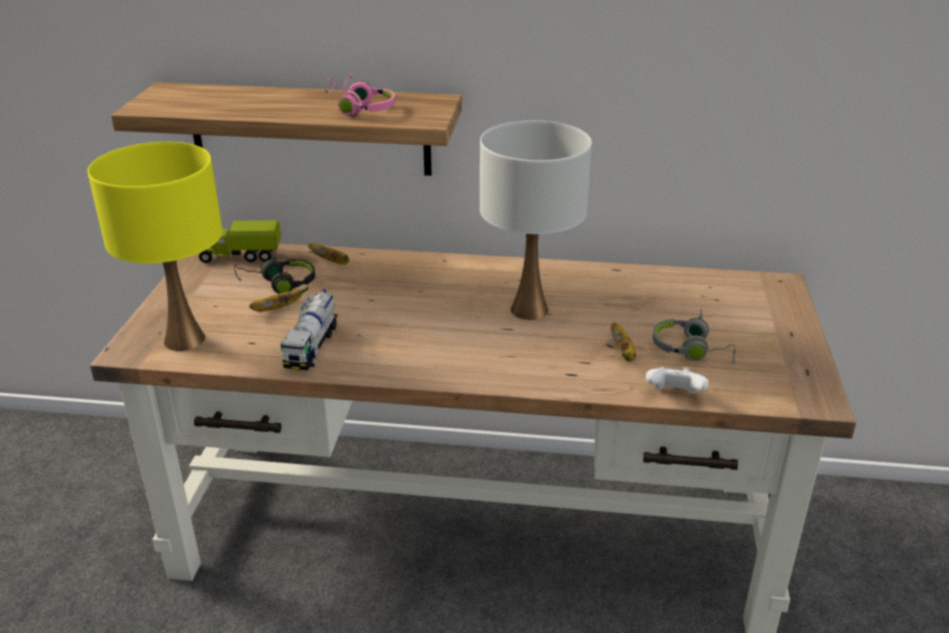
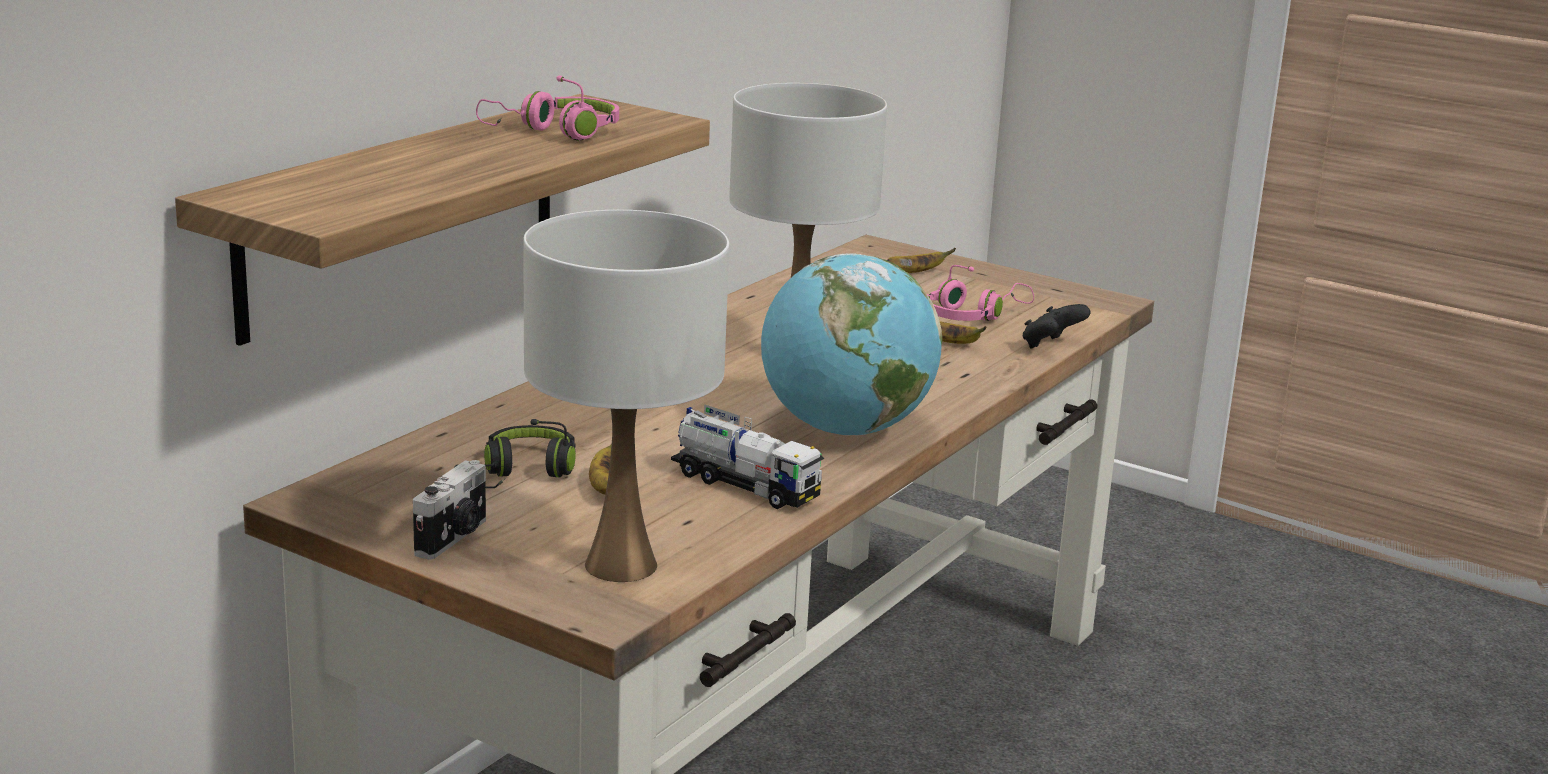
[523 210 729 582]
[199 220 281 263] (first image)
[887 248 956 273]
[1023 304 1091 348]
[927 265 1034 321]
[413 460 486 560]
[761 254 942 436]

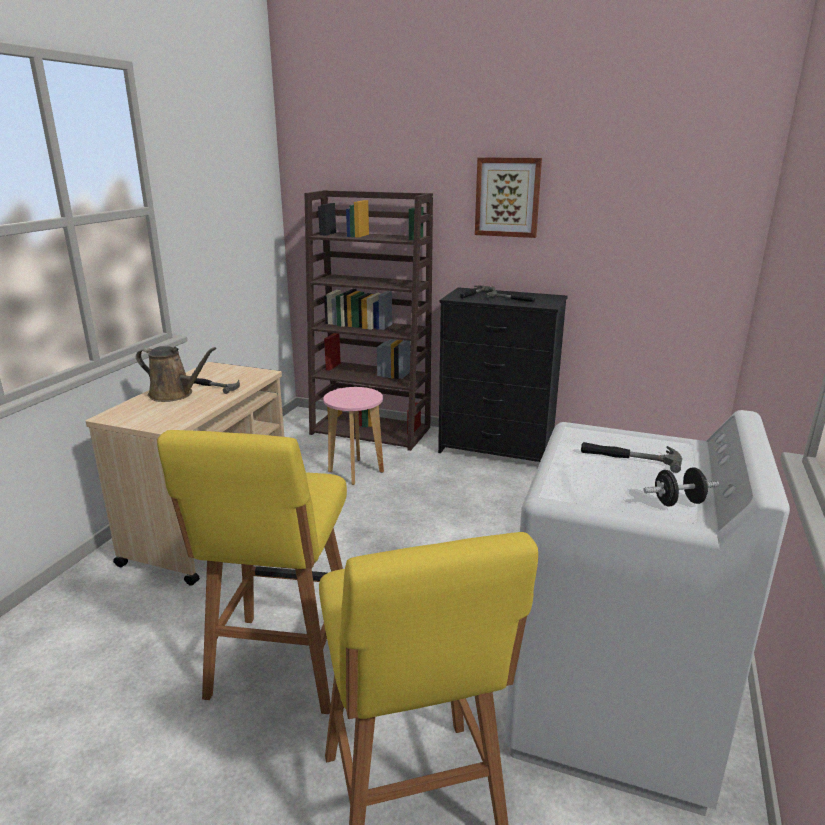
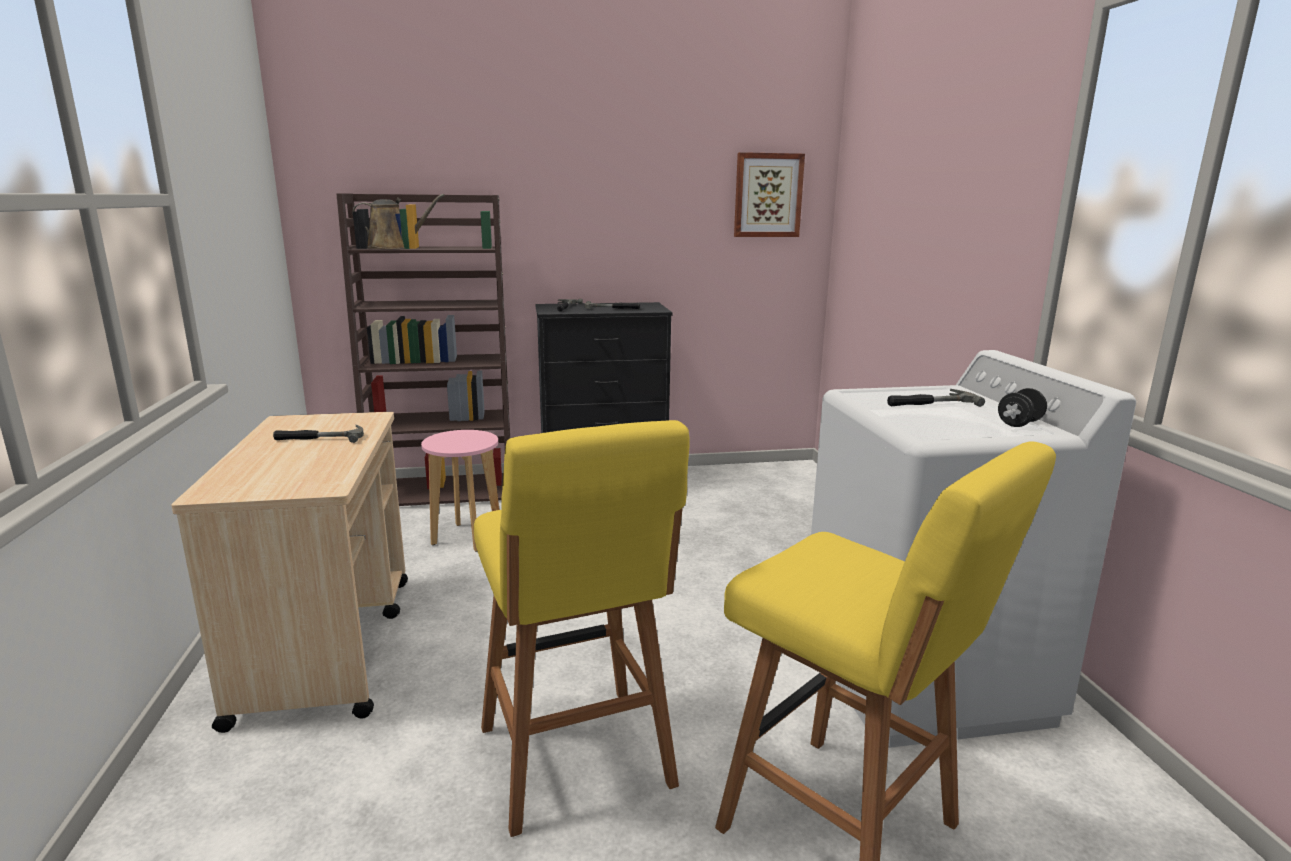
[352 194 445 249]
[734 152 805 237]

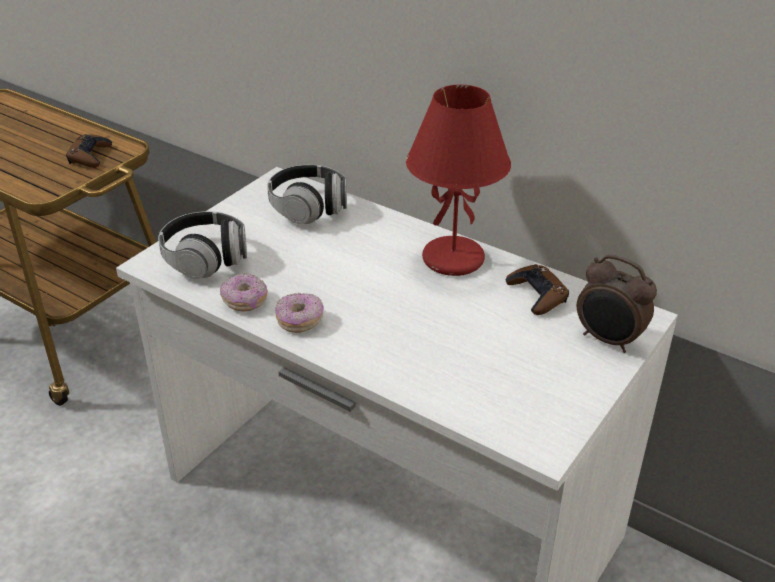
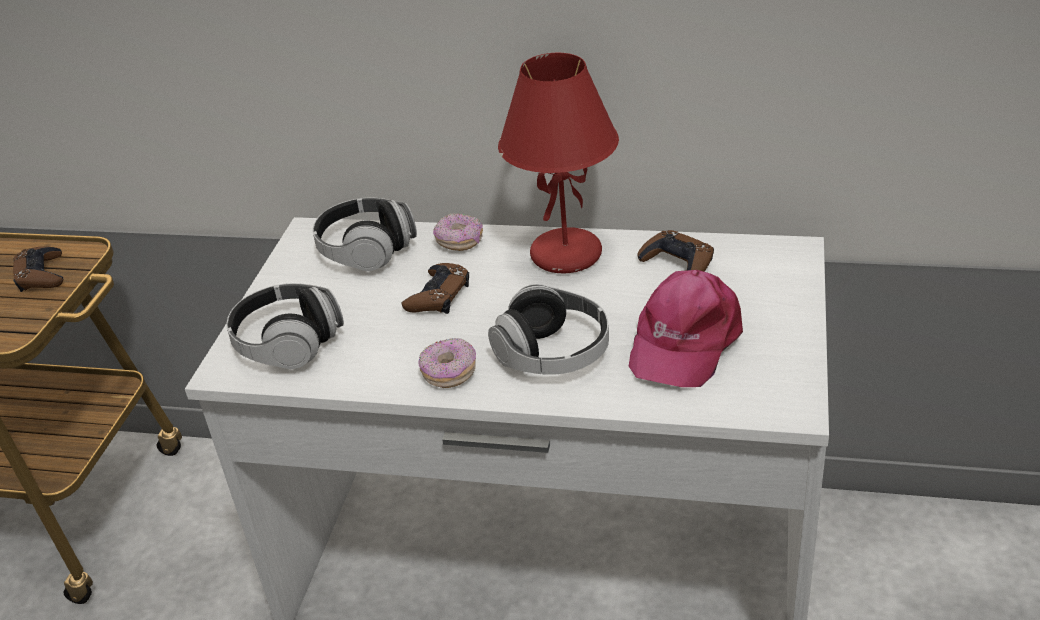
[433 213 483 251]
[577 254 657 353] (first image)
[401 263 469 314]
[488 284 609 375]
[629 270 743 387]

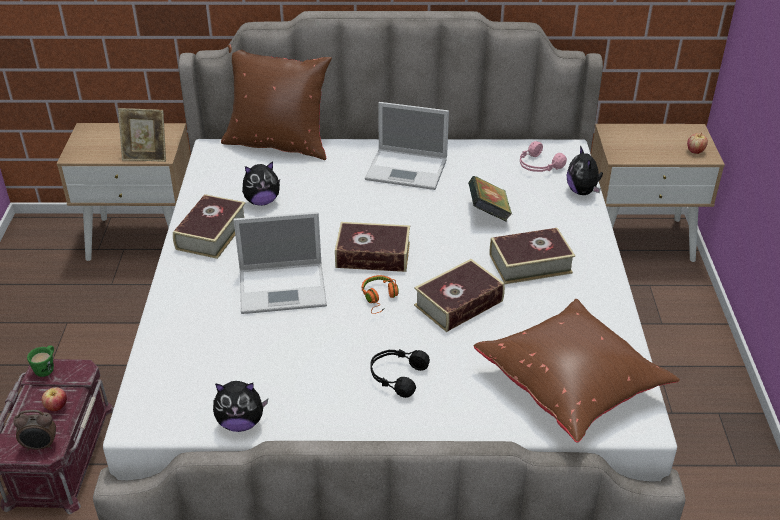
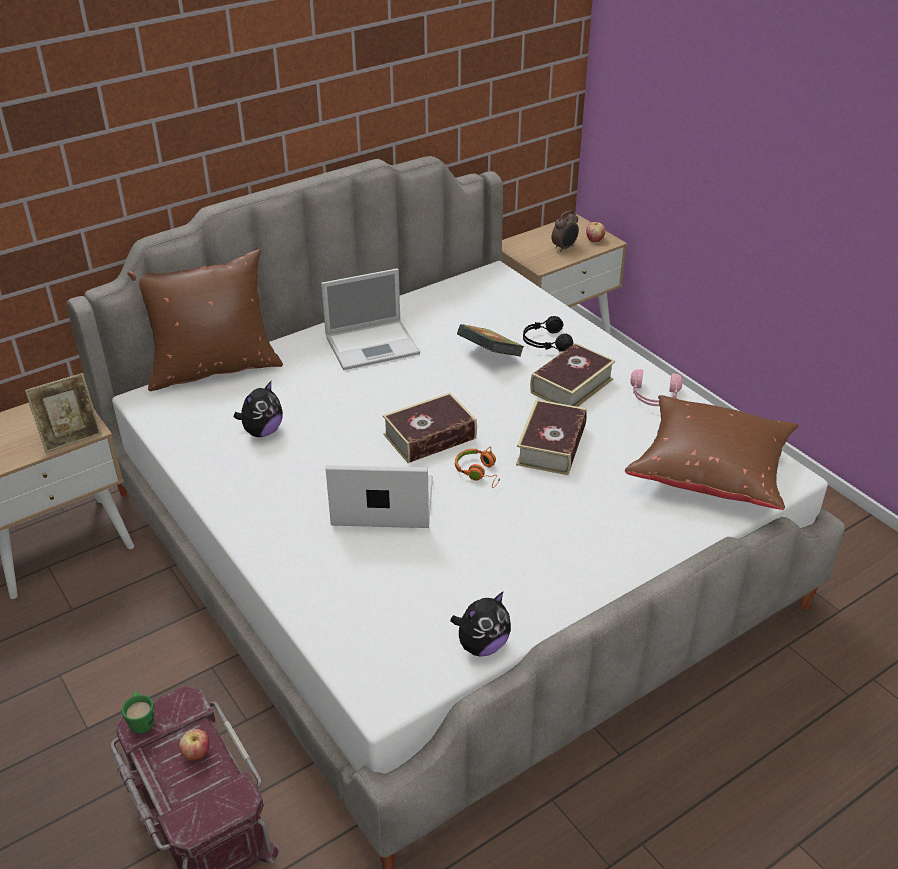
[552 210 579 252]
[173 194 245 259] (first image)
[326 465 433 528]
[523 316 573 352]
[630 369 683 406]
[567 146 603 195] (first image)

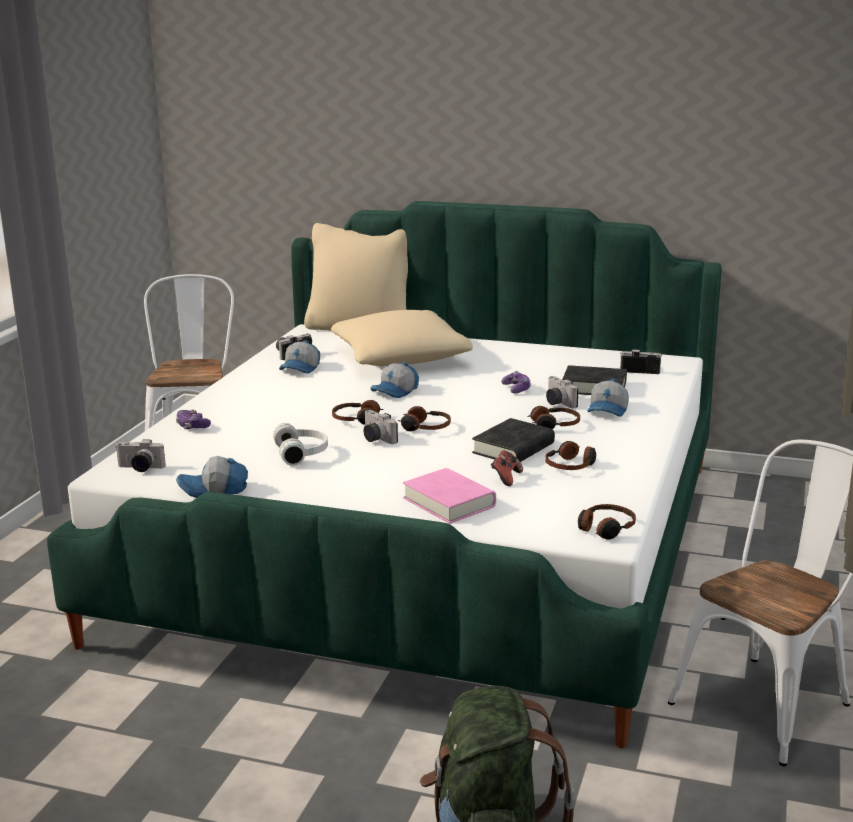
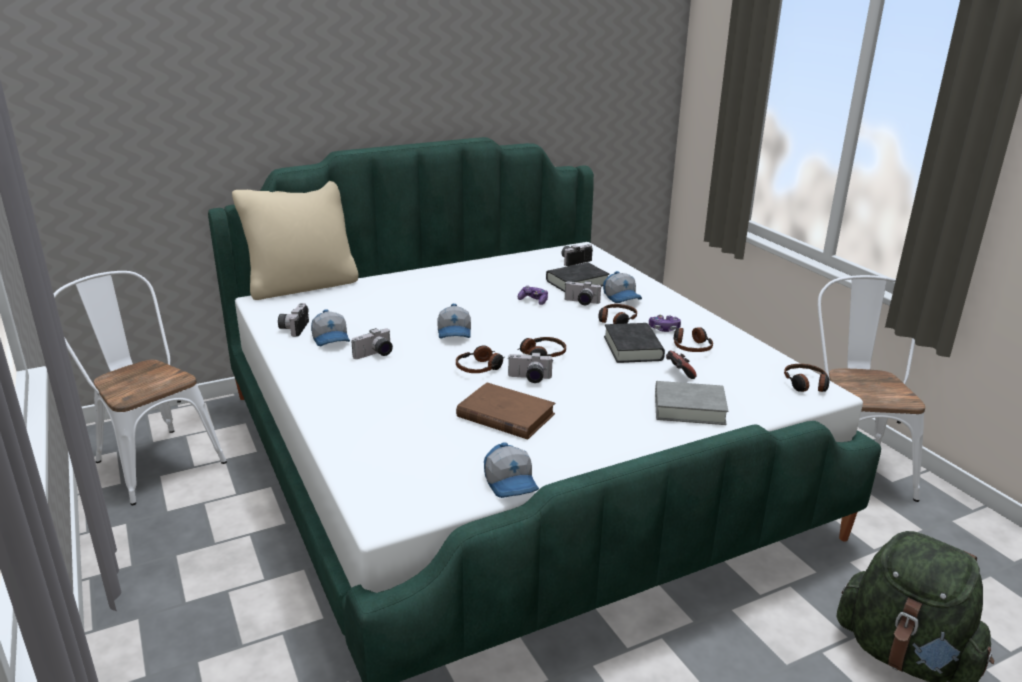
[351 328 393 359]
[649 315 681 332]
[484 442 539 498]
[456 383 555 440]
[331 310 473 366] (first image)
[655 381 728 425]

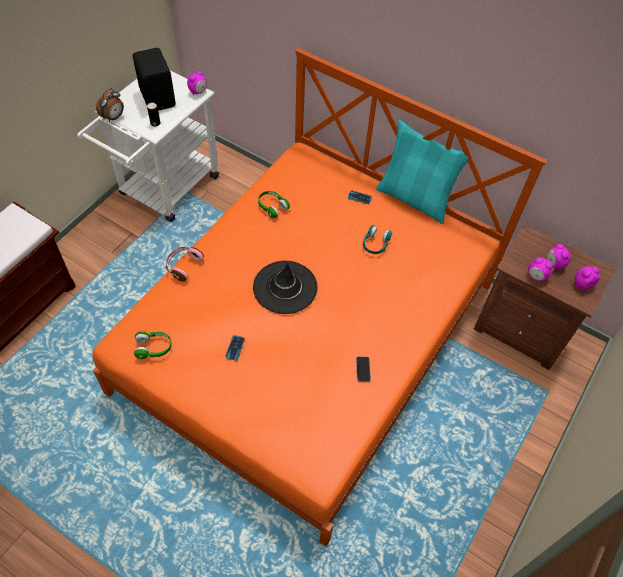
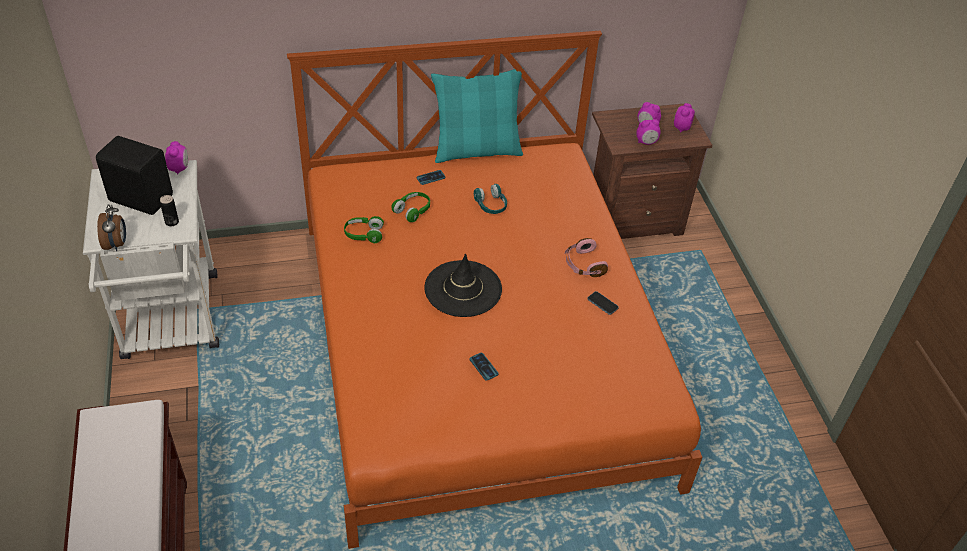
[391 192 430 222]
[565 238 608 277]

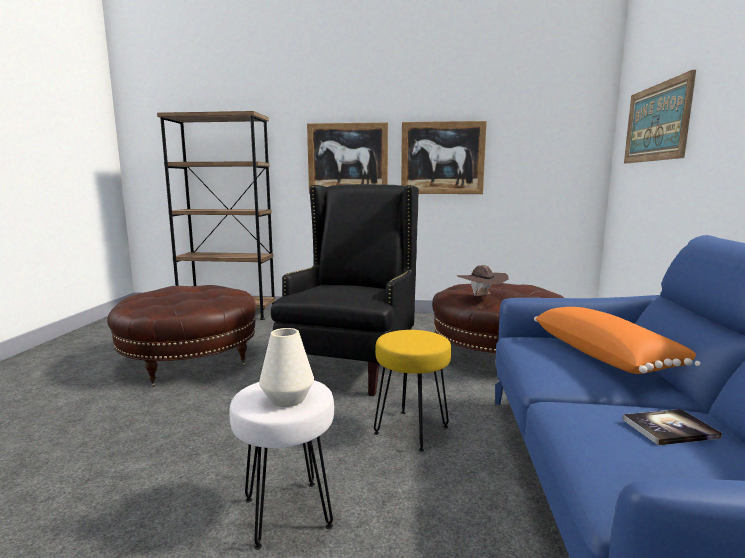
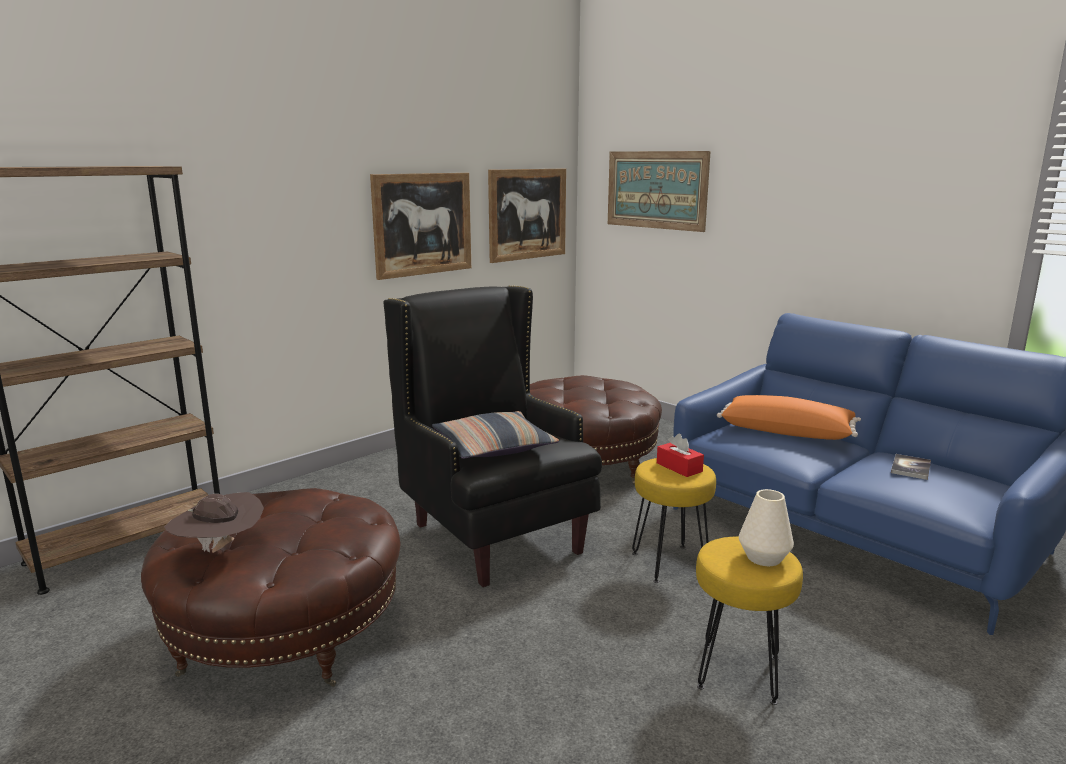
[696 537 803 705]
[488 169 566 263]
[164 492 264 553]
[432 411 559 459]
[657 434 704 477]

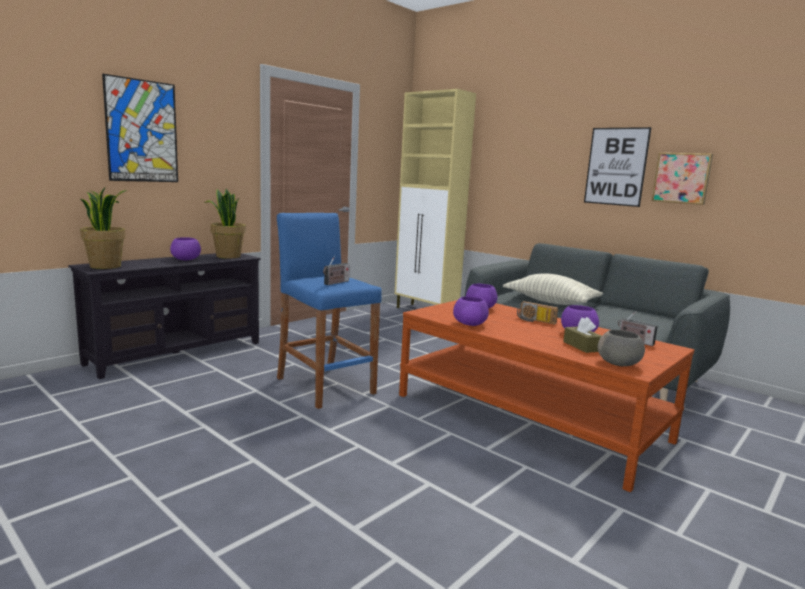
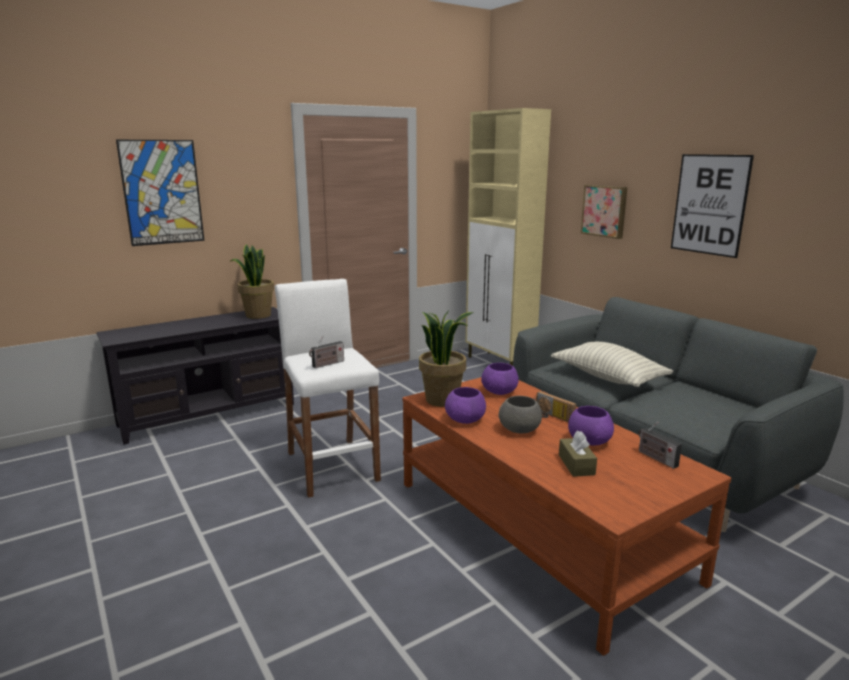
[419 311 474 407]
[170 237 201 260] (first image)
[275 279 381 498]
[499 396 542 433]
[581 185 627 239]

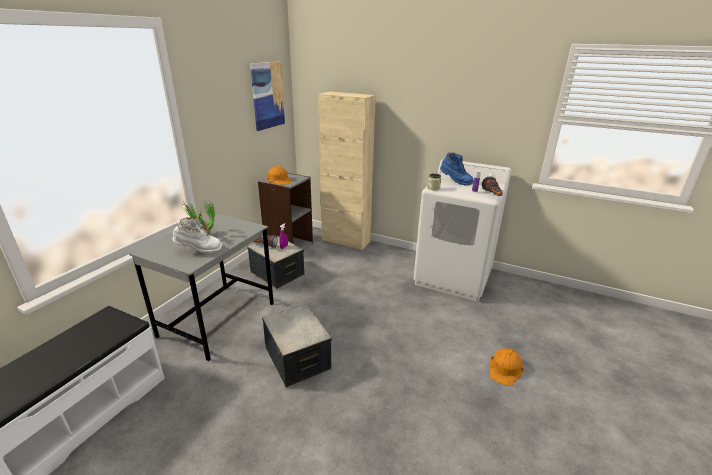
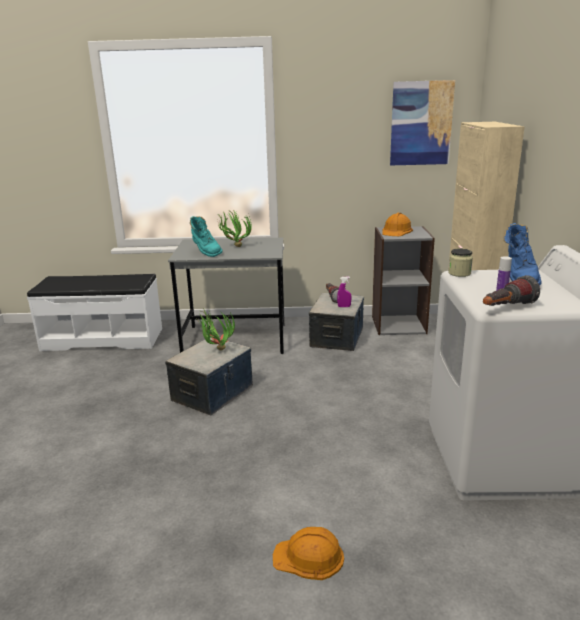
[190 216 223 257]
[195 308 235 351]

